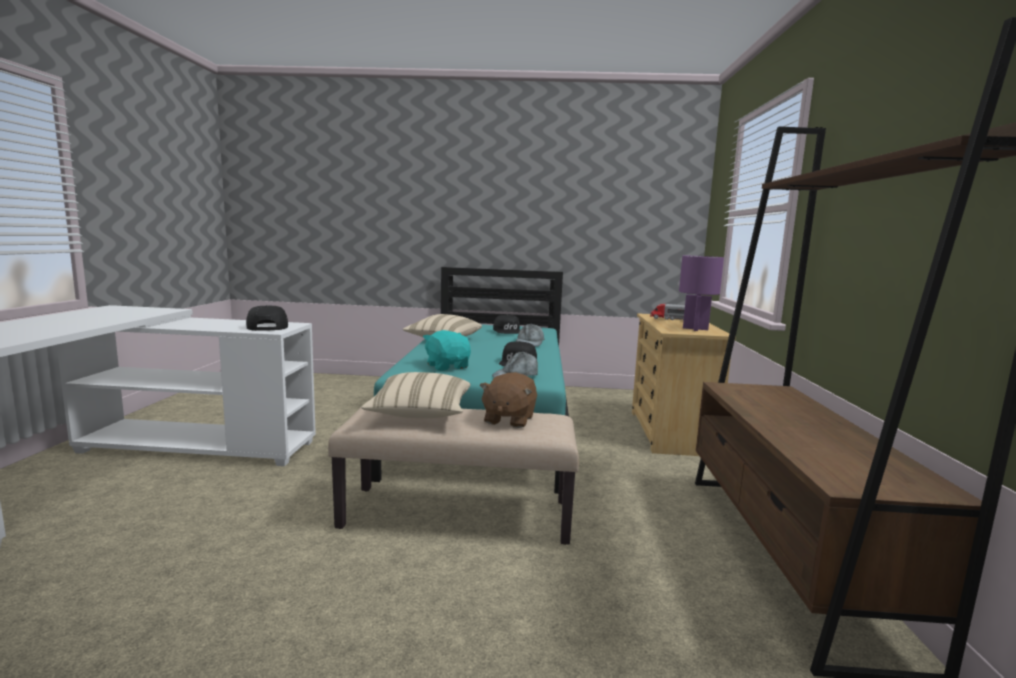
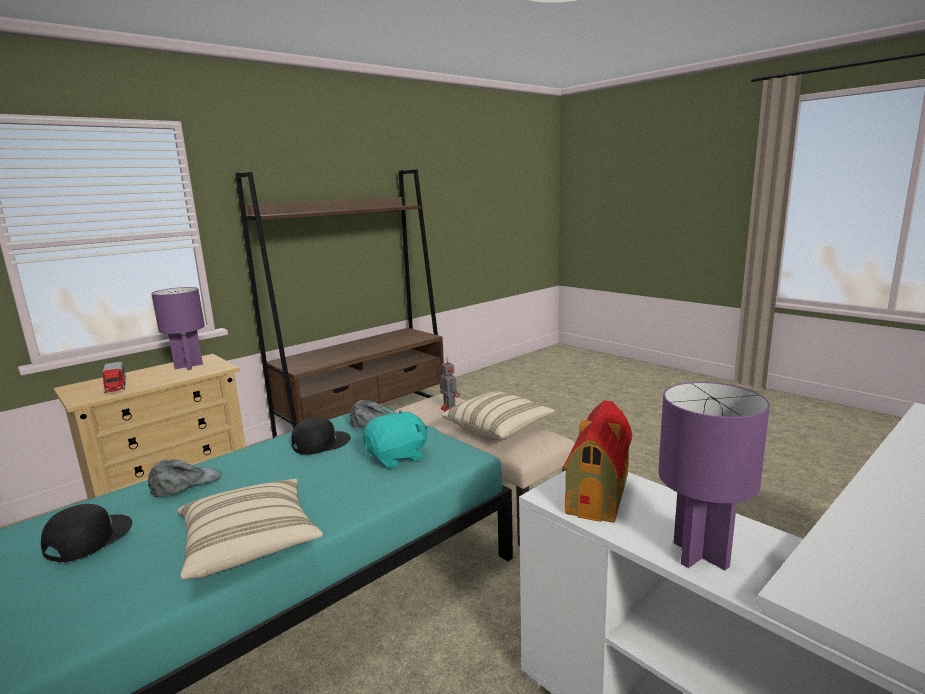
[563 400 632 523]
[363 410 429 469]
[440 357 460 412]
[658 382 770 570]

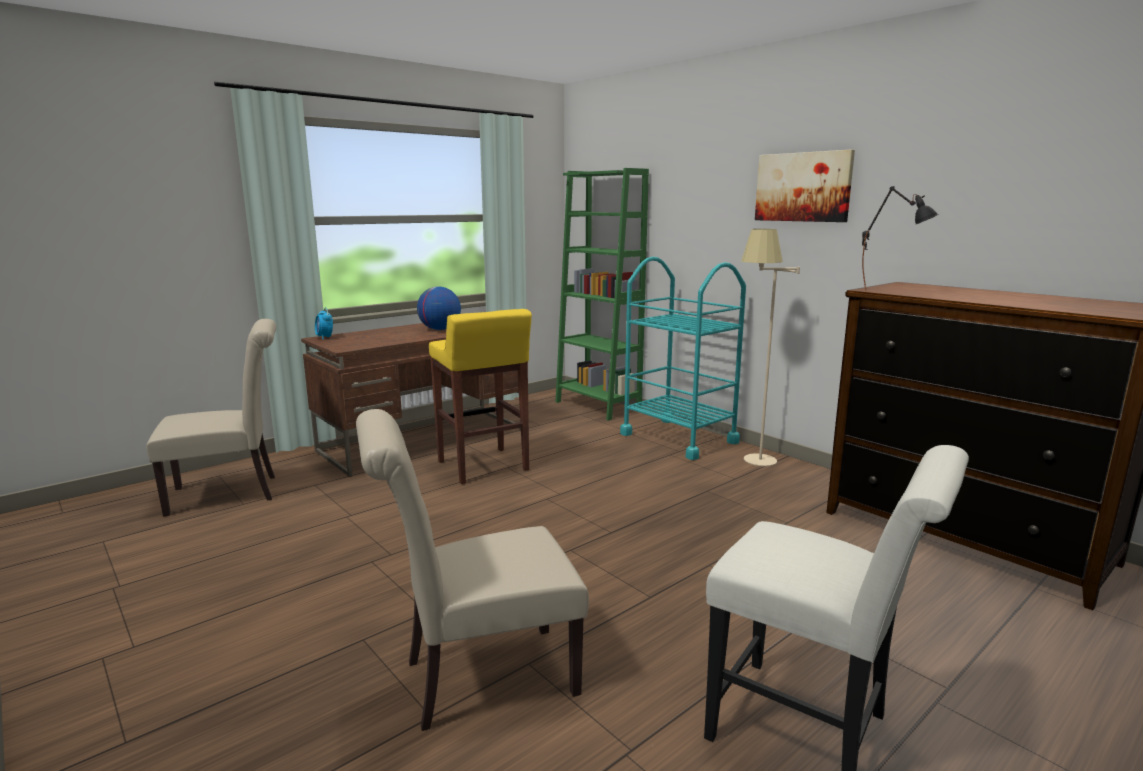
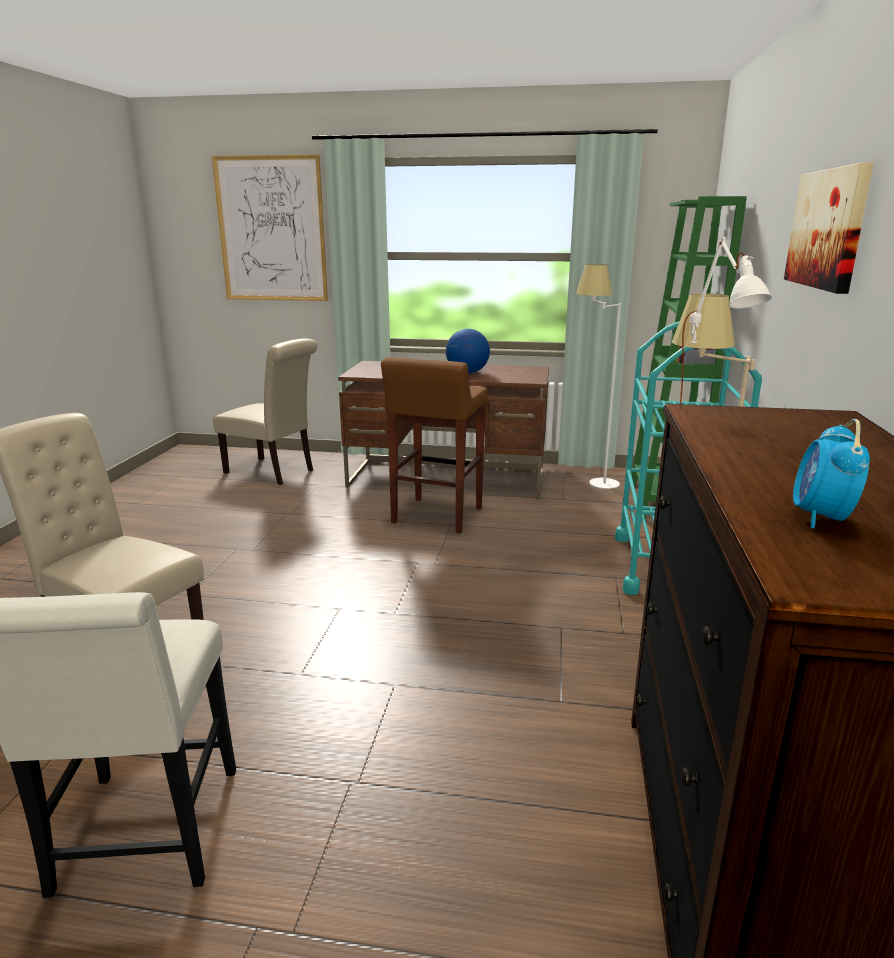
[793 419 870 528]
[381 357 487 533]
[679 237 772 410]
[212 154 328 301]
[576 264 621 489]

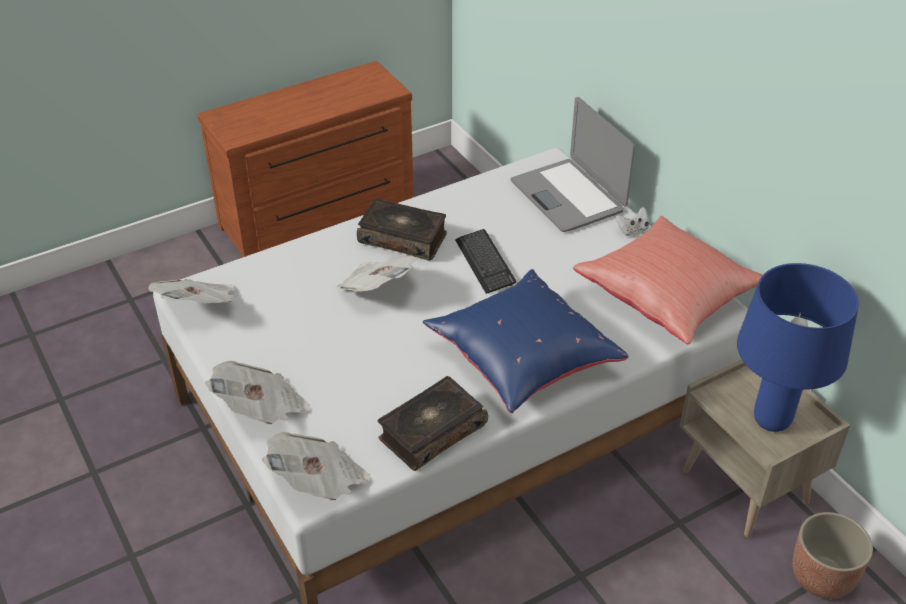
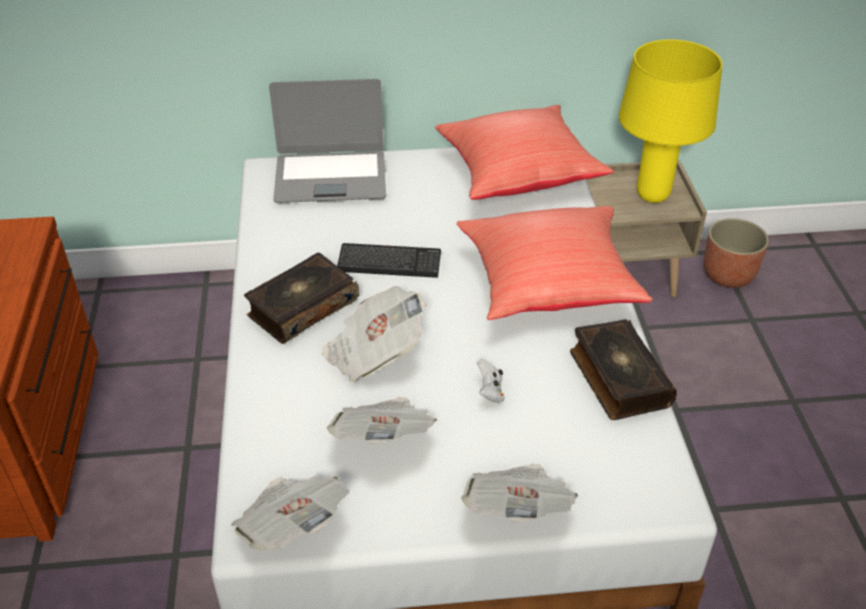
[327 397 437 444]
[457 206 653 320]
[477 359 504 403]
[619 39 722 203]

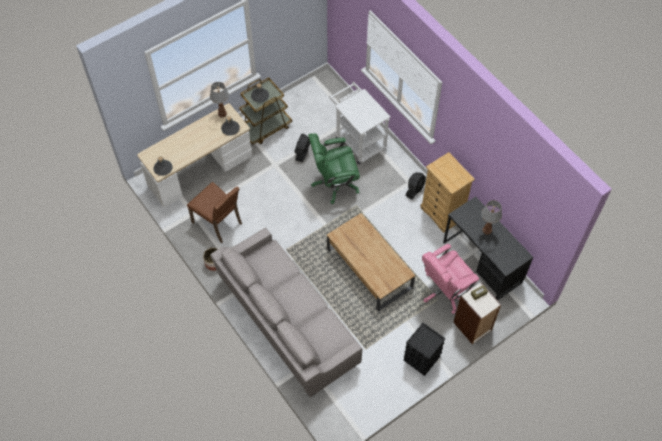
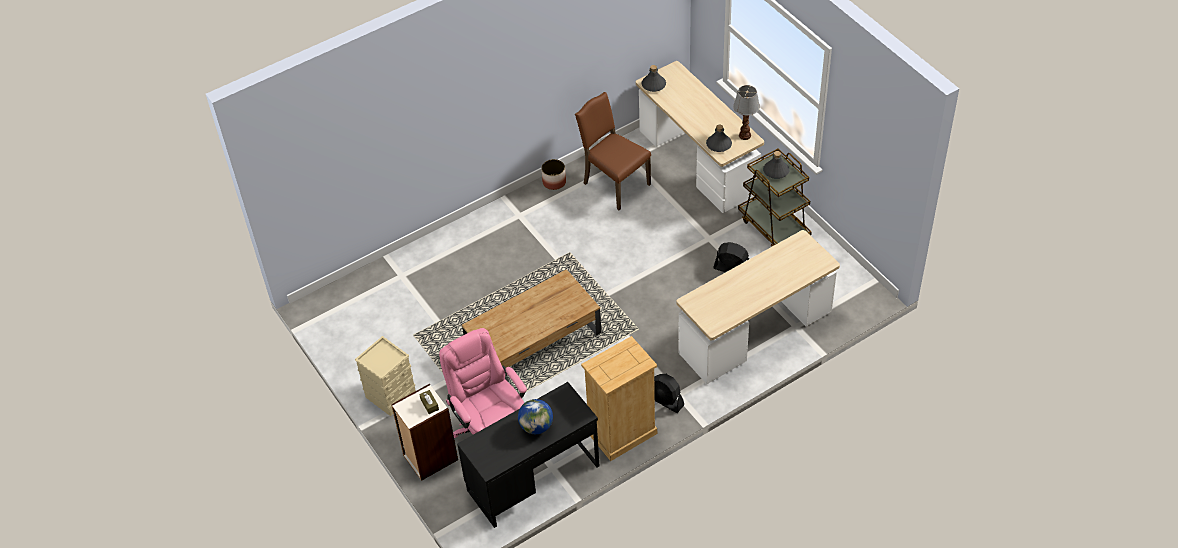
[575 92 651 210]
[210 228 362 397] (first image)
[308 133 360 204] (first image)
[676 230 840 384]
[355 336 416 416]
[518 399 553 434]

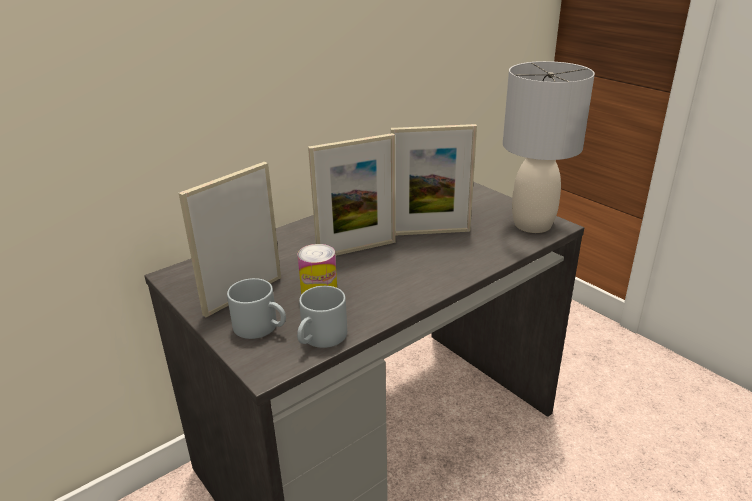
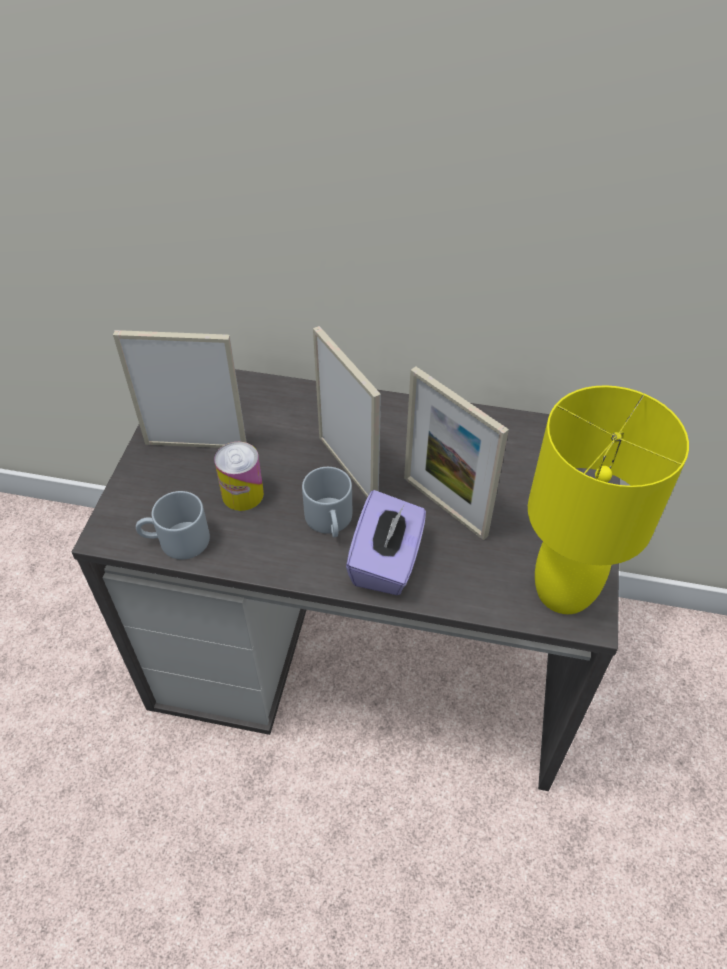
[302 467 352 538]
[313 326 381 497]
[528 385 689 614]
[346 490 426 595]

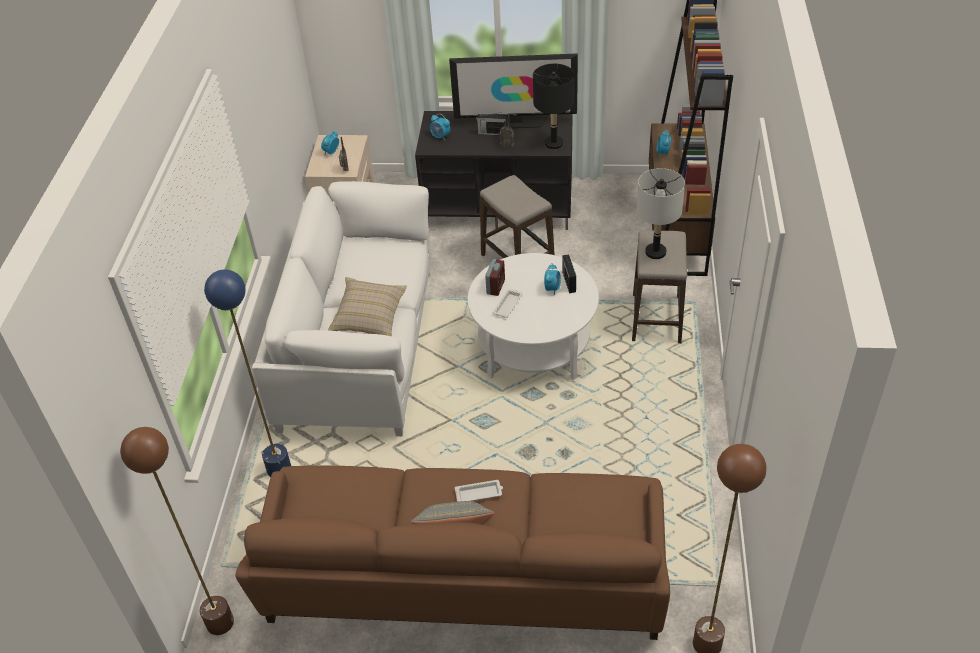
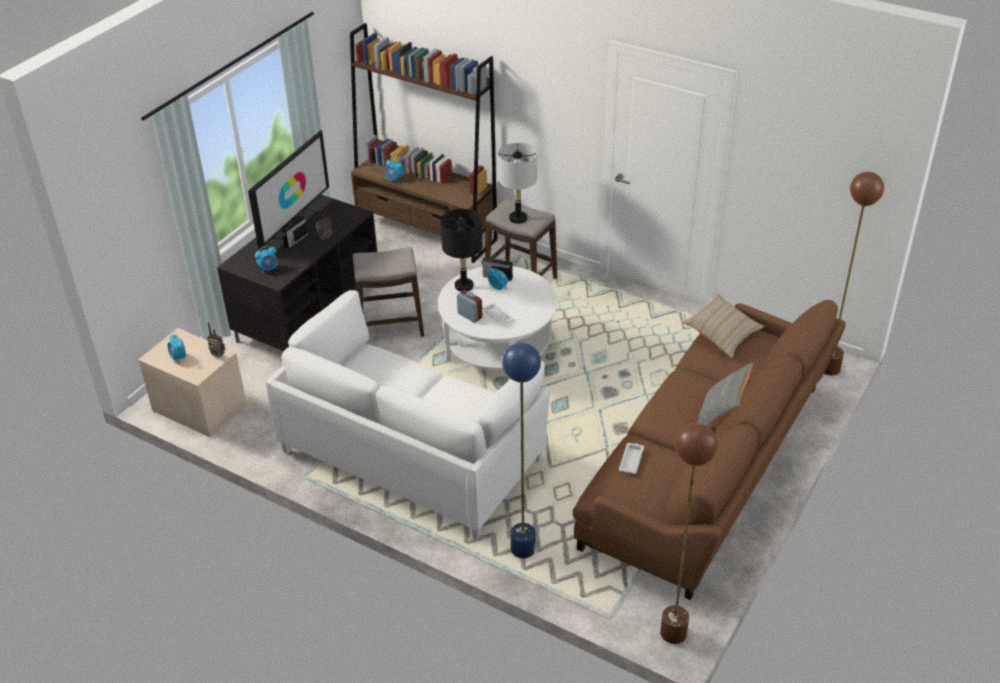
[683 293 764 358]
[619 443 644 474]
[440 209 483 292]

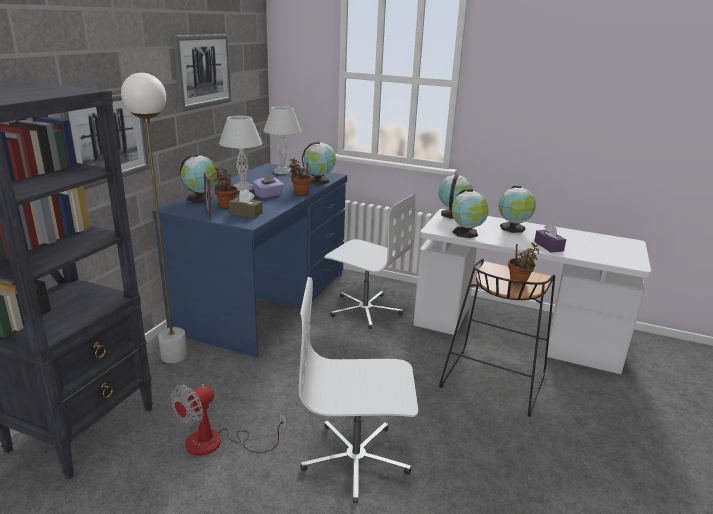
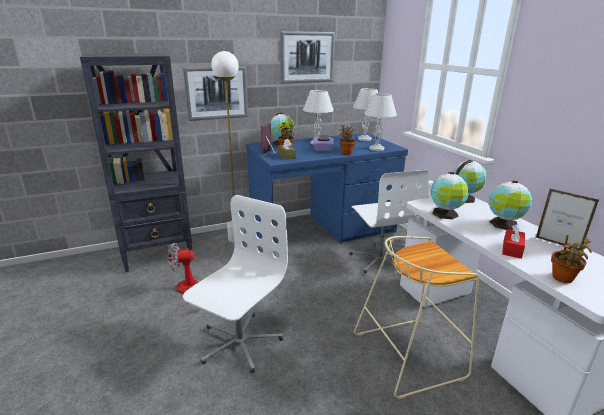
[183 195 288 373]
[364 93 397 151]
[354 236 479 399]
[551 235 592 283]
[502 224 525 259]
[536 189 599 250]

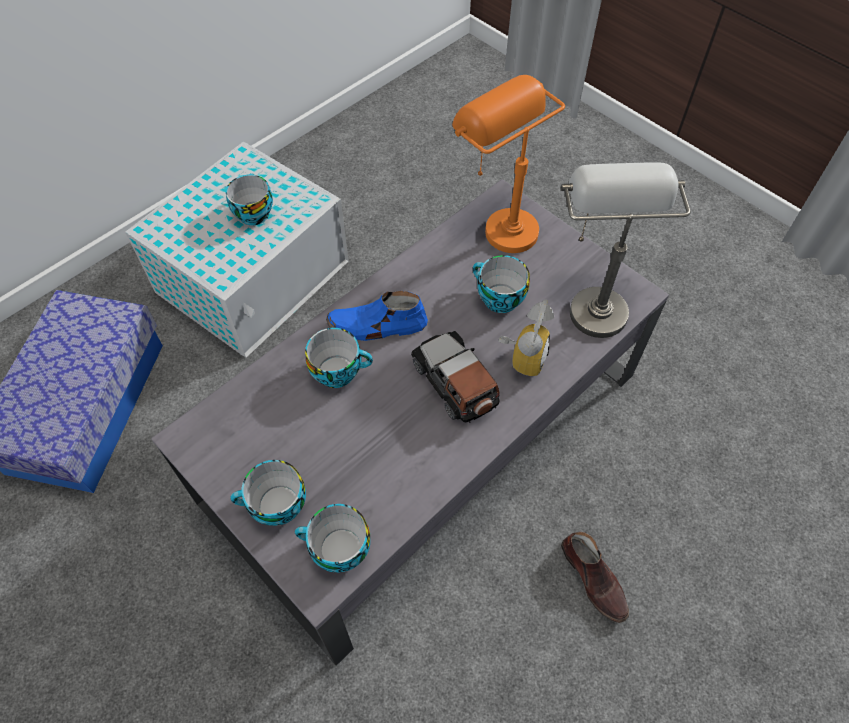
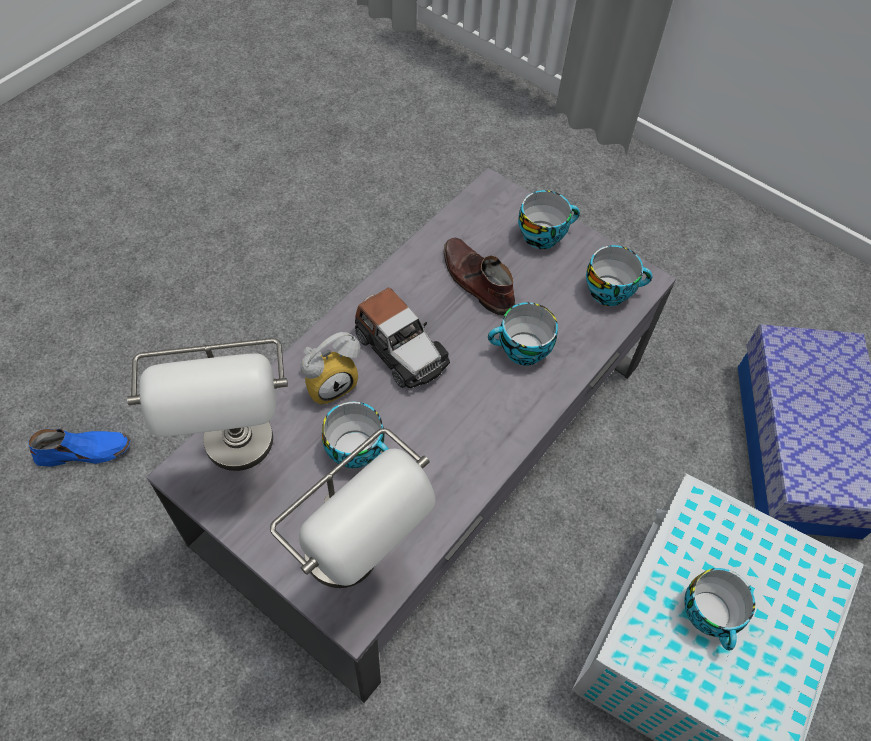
[586 245 653 306]
[28 429 130 467]
[270 428 436 588]
[301 332 361 405]
[444 237 515 315]

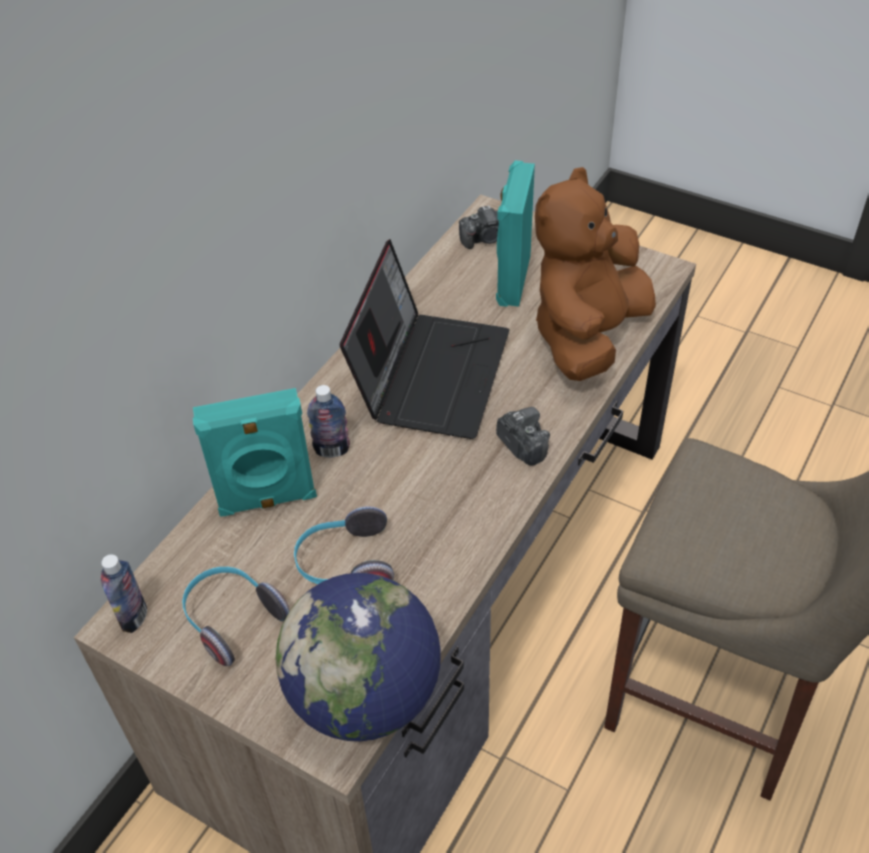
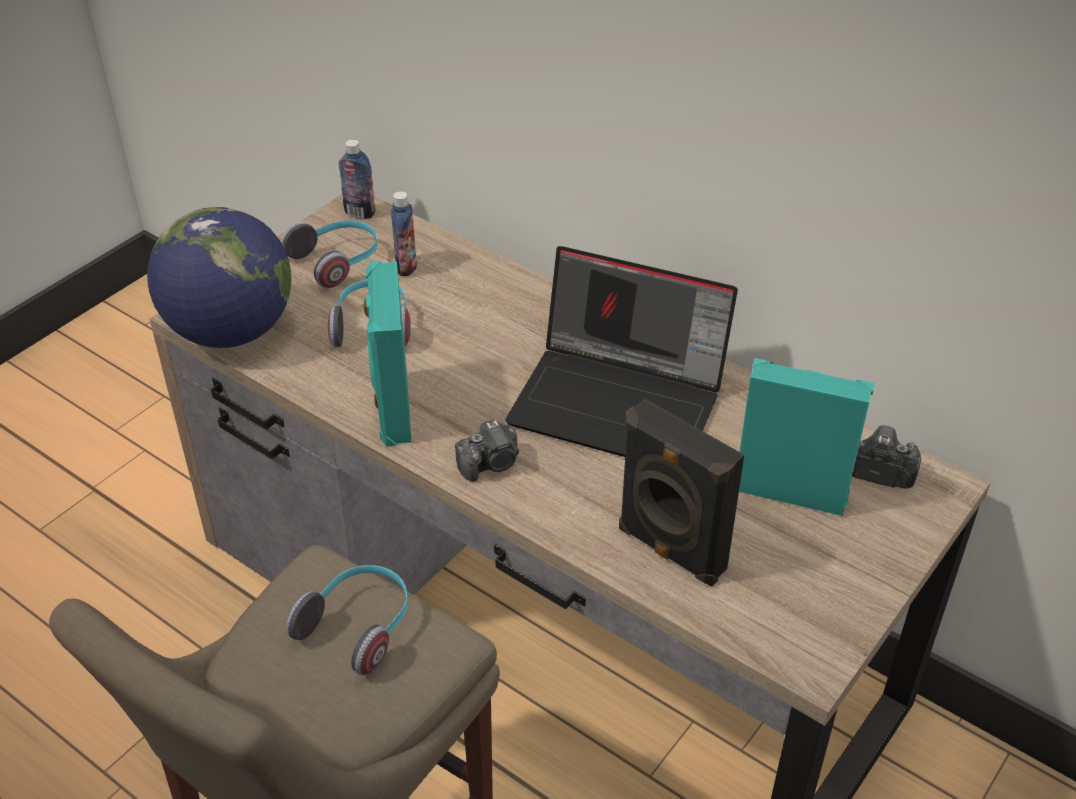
[364 261 412 446]
[391 191 417 276]
[852 425 921 488]
[619 399 744 586]
[286 565 408 675]

